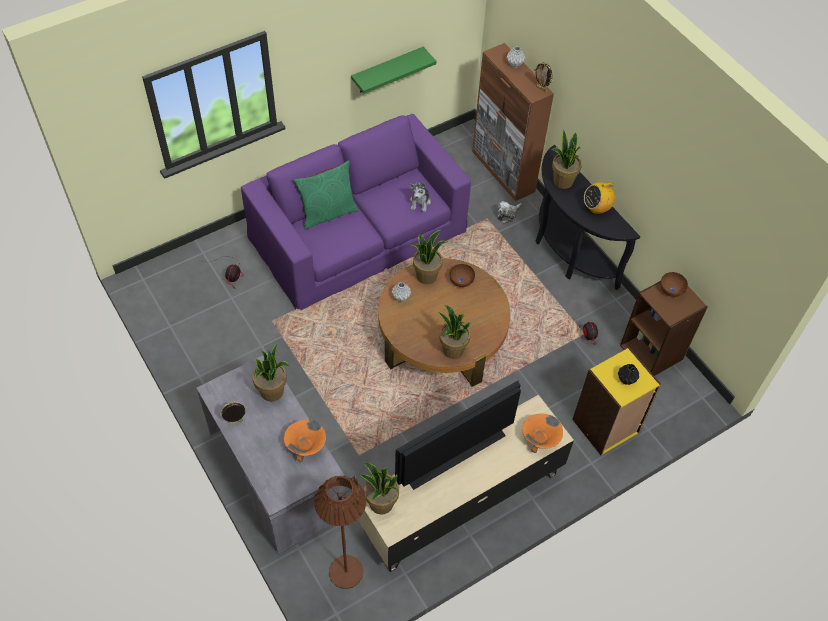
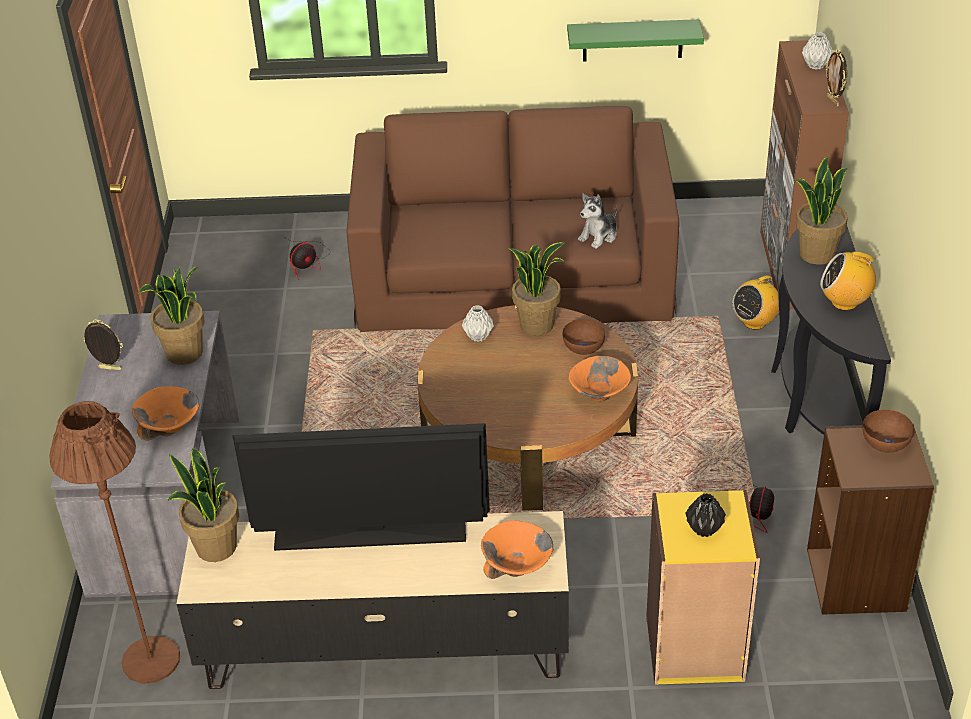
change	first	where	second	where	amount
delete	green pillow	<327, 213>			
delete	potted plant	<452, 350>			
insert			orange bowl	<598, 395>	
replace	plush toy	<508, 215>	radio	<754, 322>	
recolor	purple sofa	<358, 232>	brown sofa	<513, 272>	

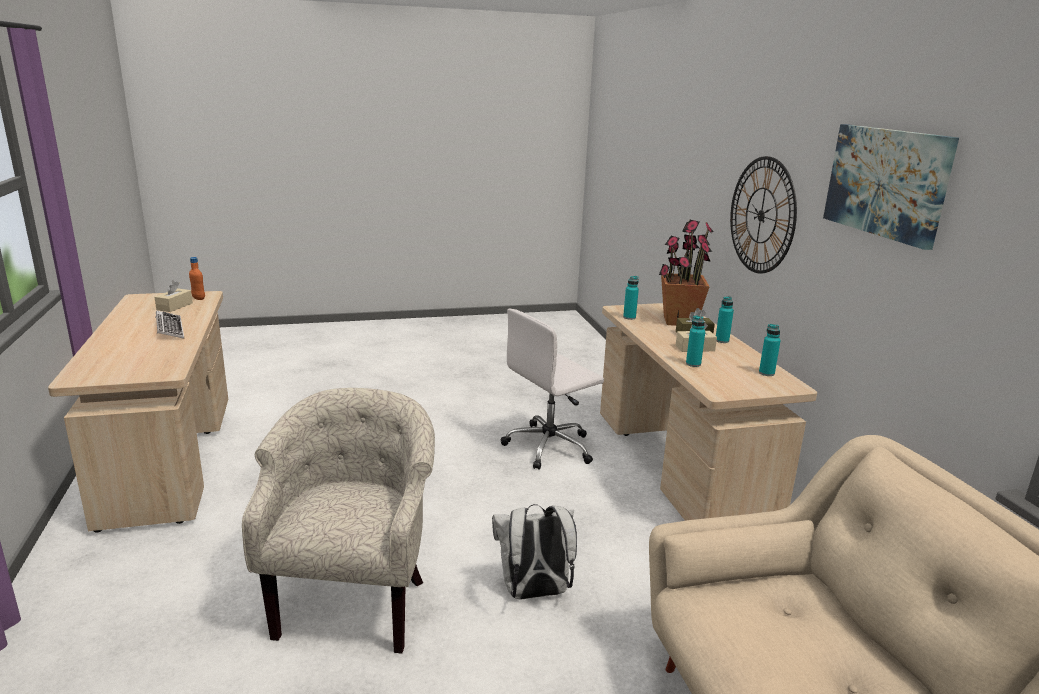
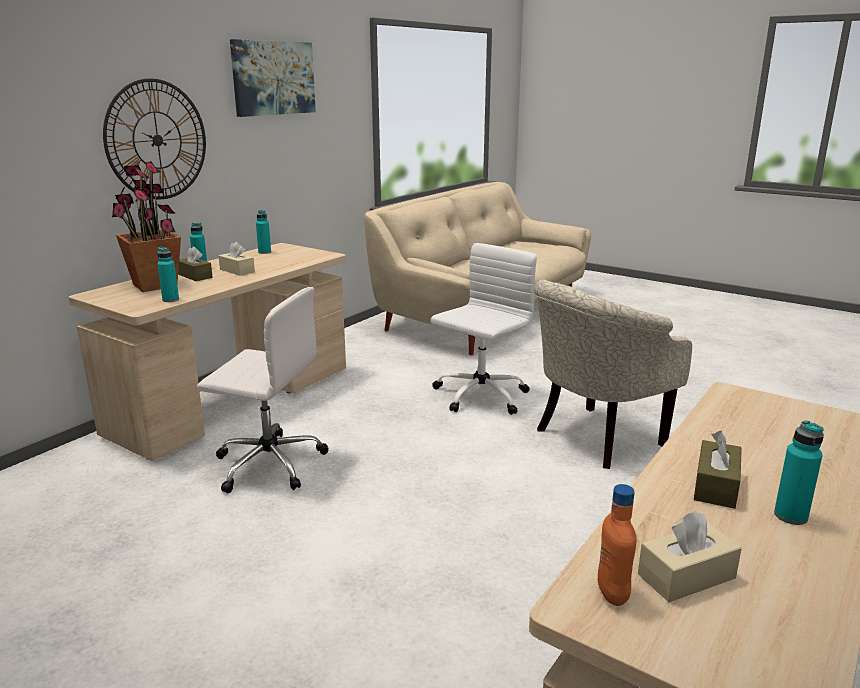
change	first	where	second	where	amount
move	turquoise bottle	<693, 364>		<790, 516>	
replace	keyboard	<169, 329>	brown tissue box	<715, 486>	
replace	white backpack	<534, 593>	white office chair	<479, 396>	

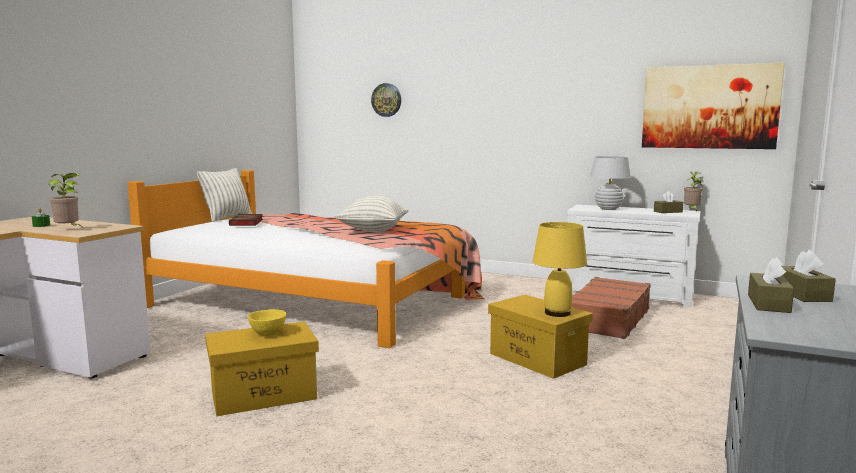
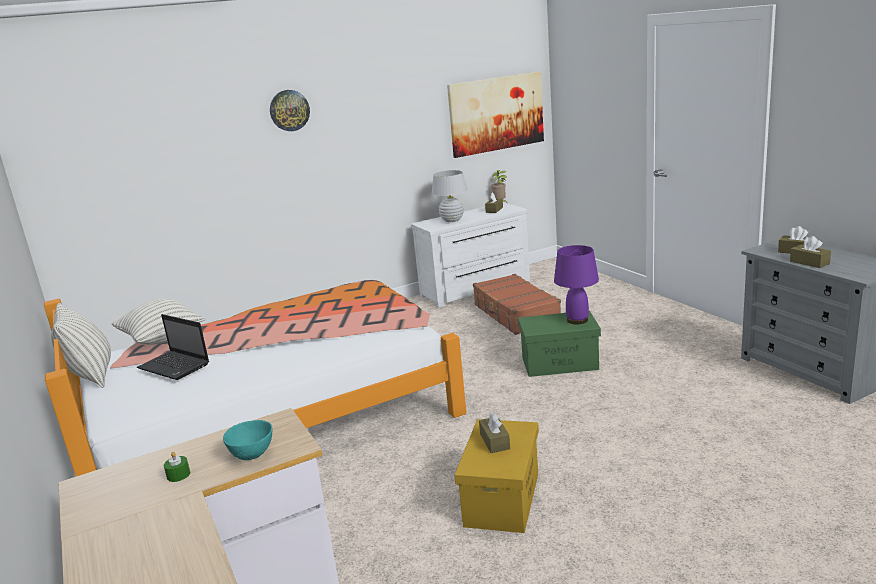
change	first	where	second	where	amount
move	pillow	<373, 231>		<162, 339>	
move	wall clock	<386, 100>		<289, 110>	
replace	potted plant	<69, 230>	turquoise bowl	<253, 454>	
replace	book	<246, 223>	laptop	<175, 366>	
replace	yellow bowl	<268, 333>	brown tissue box	<494, 441>	
recolor	yellow storage box	<538, 359>	green storage box	<560, 363>	
recolor	yellow table lamp	<557, 313>	purple table lamp	<577, 320>	

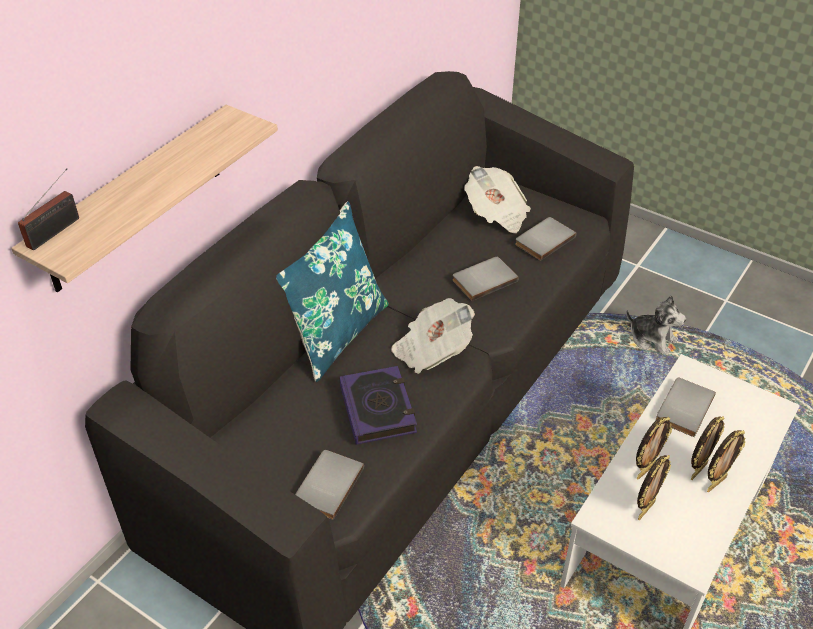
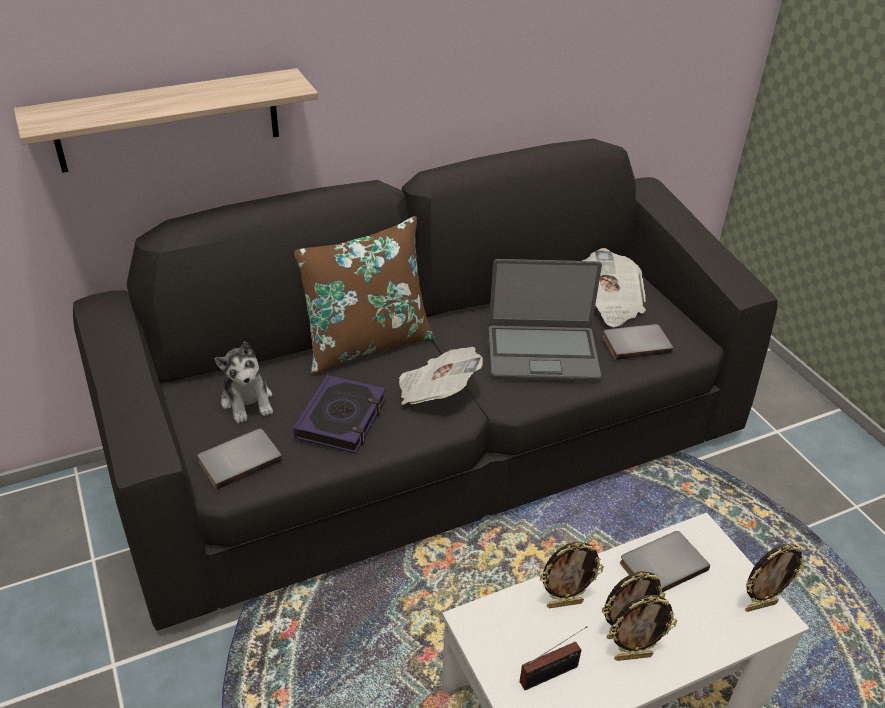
change	first	where	second	where	amount
move	radio	<56, 231>		<552, 673>	
move	plush toy	<652, 339>		<248, 401>	
move	picture frame	<645, 509>		<760, 605>	
replace	grey book	<483, 279>	laptop	<542, 353>	
recolor	blue pillow	<335, 333>	brown pillow	<366, 344>	

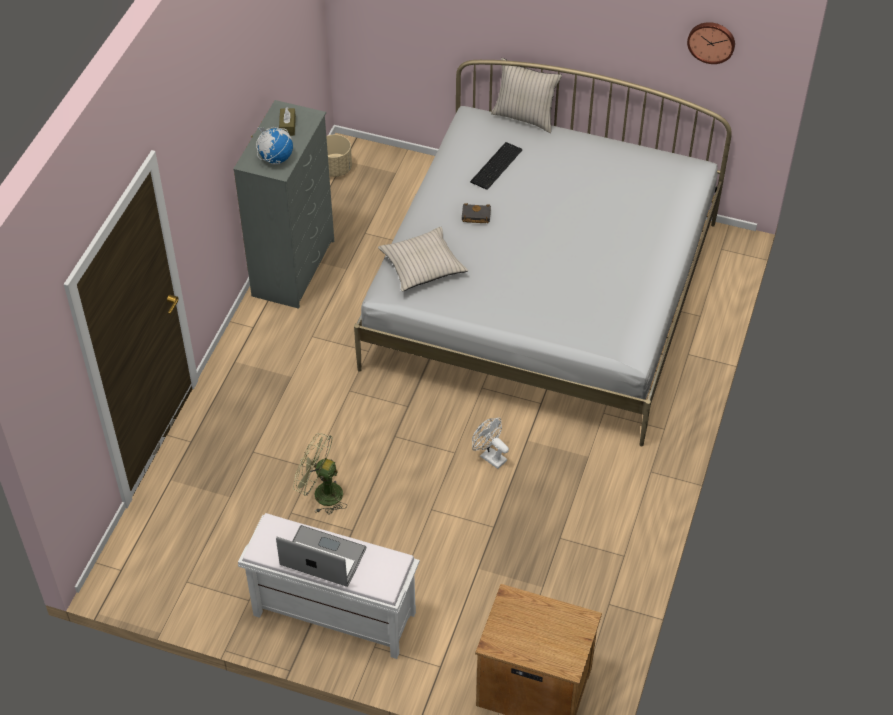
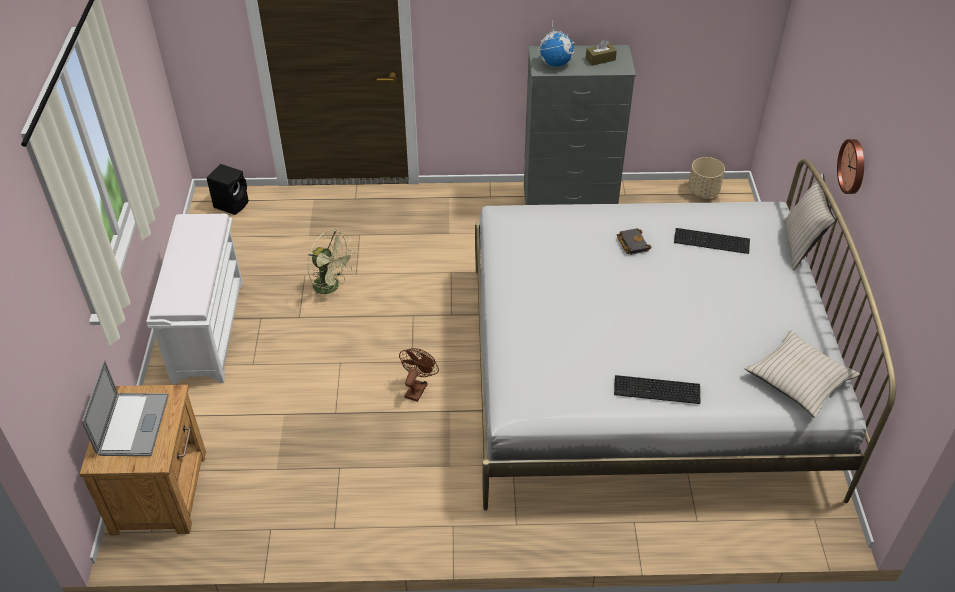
change	first	where	second	where	amount
insert			black speaker	<232, 204>	
insert			keyboard	<658, 391>	
move	laptop	<323, 557>		<133, 424>	
move	beige pillow	<422, 265>		<799, 379>	
move	wall clock	<711, 41>		<853, 166>	
recolor	white fan	<489, 456>	brown fan	<417, 388>	
rotate	green fan	<321, 493>		<331, 287>	120 degrees clockwise

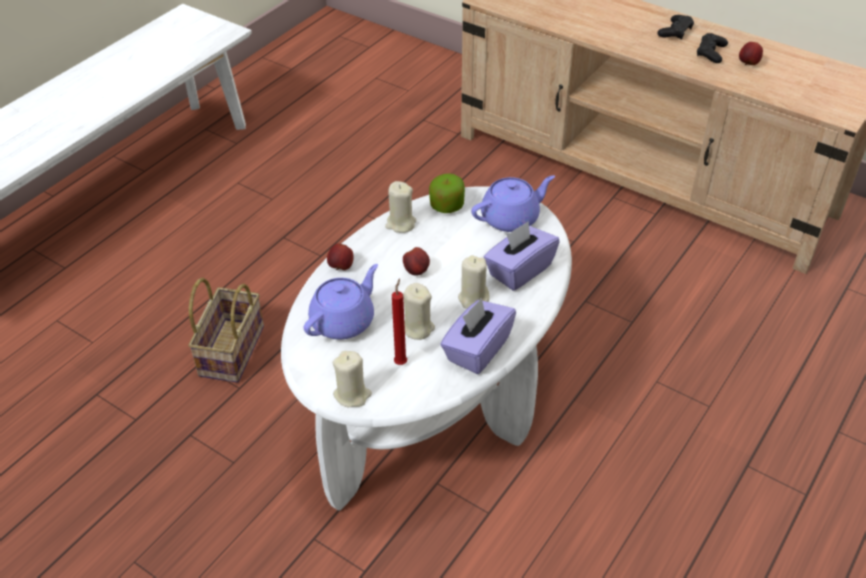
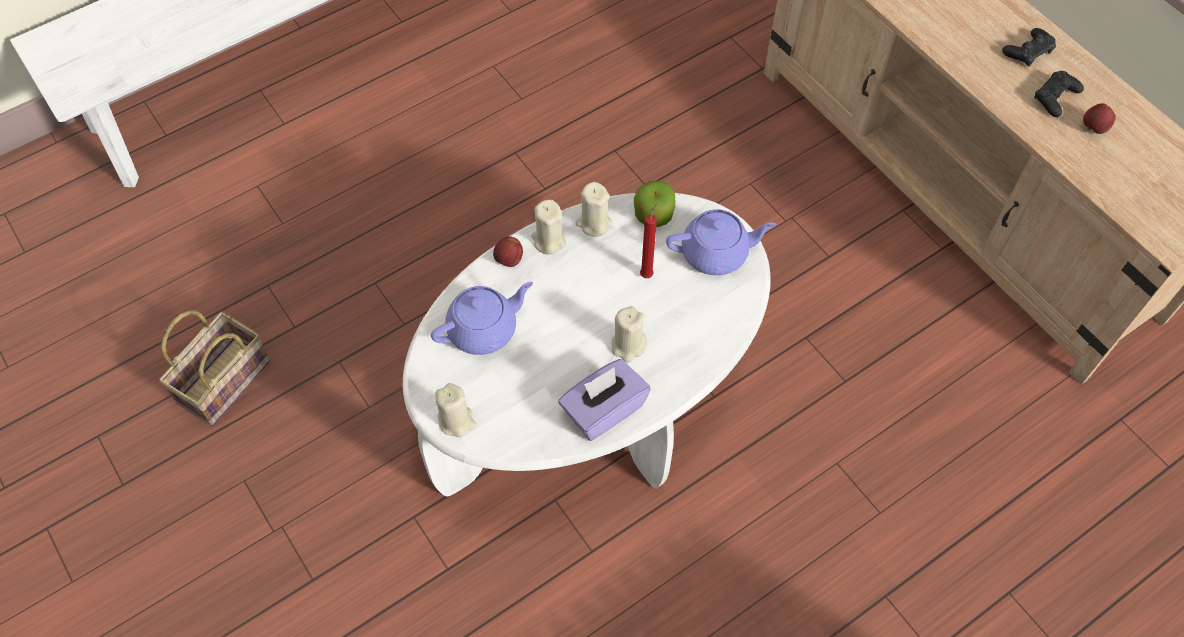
change	first	where	second	where	amount
delete	apple	<417, 271>			
delete	purple tissue box	<519, 270>			
move	basket	<231, 349>		<224, 379>	
move	red candle	<401, 362>		<647, 274>	
move	beige candle	<417, 328>		<548, 240>	

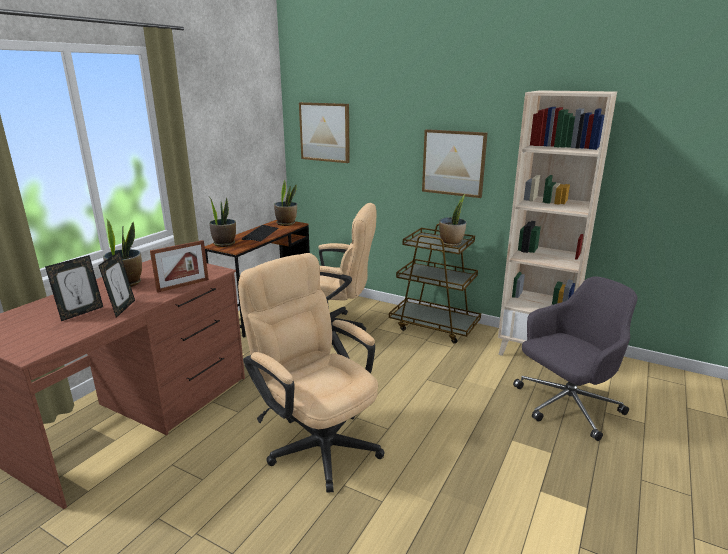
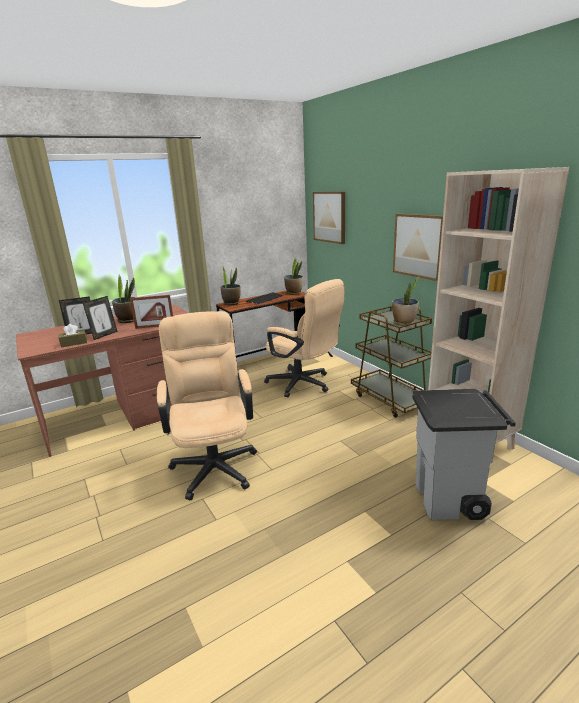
change	first	where	second	where	amount
insert			brown tissue box	<74, 343>	
replace	grey office chair	<566, 406>	grey trash can	<449, 500>	

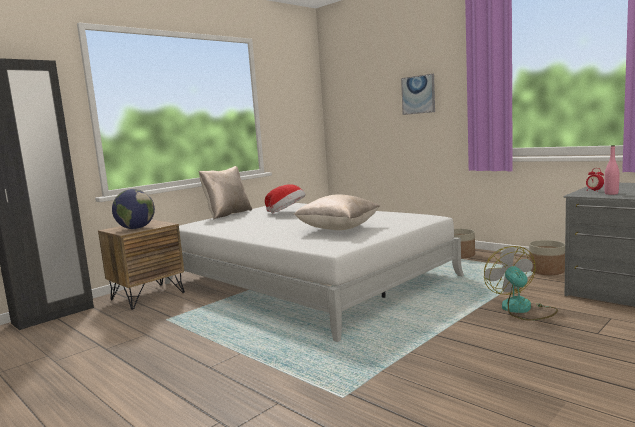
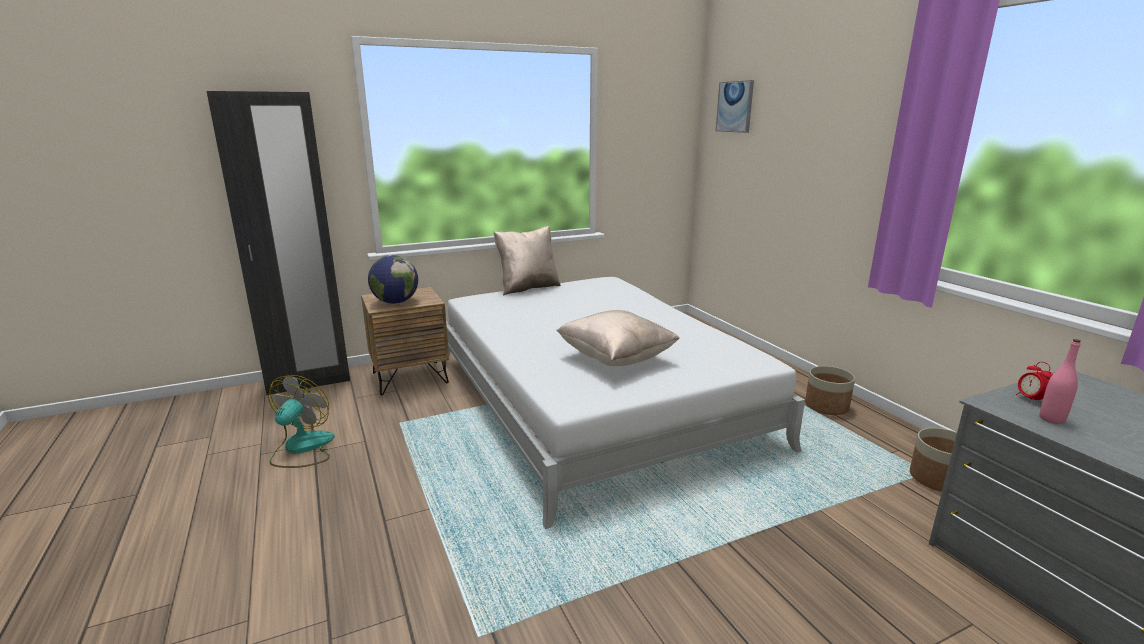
change	first	where	second	where	amount
delete	hat	<287, 212>			
move	picture	<418, 94>		<735, 106>	
move	fan	<522, 309>		<302, 449>	

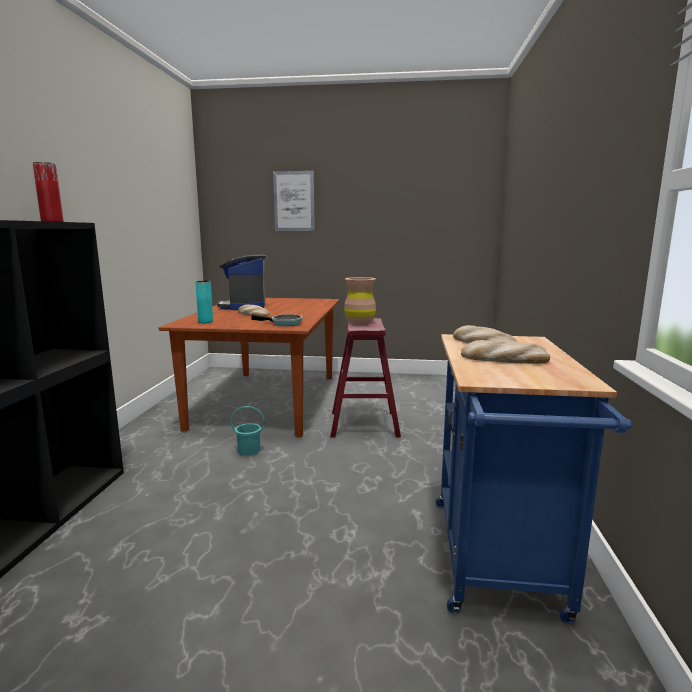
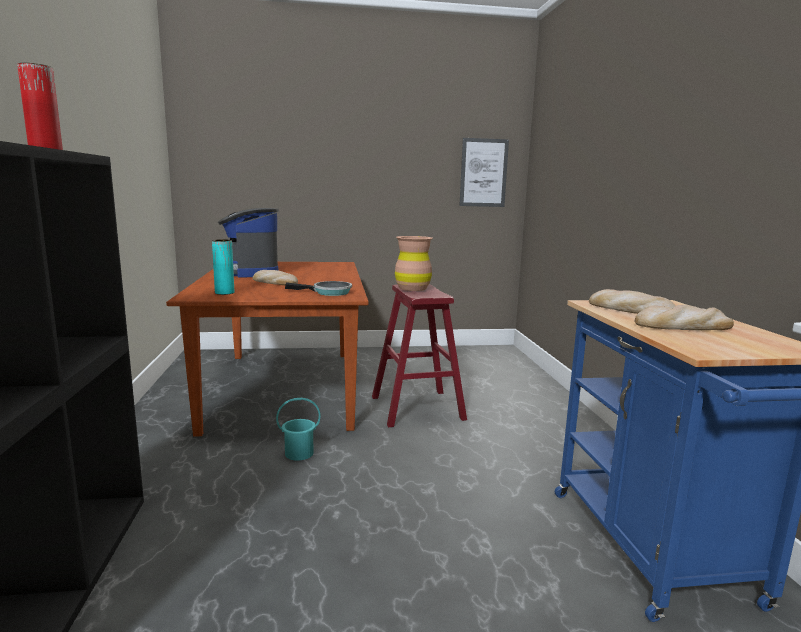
change	first	where	second	where	amount
move	picture	<294, 201>		<483, 173>	

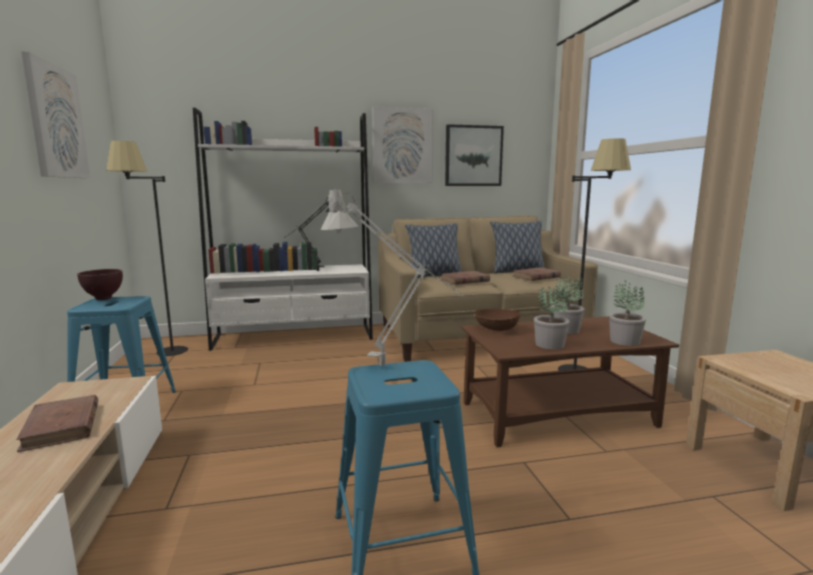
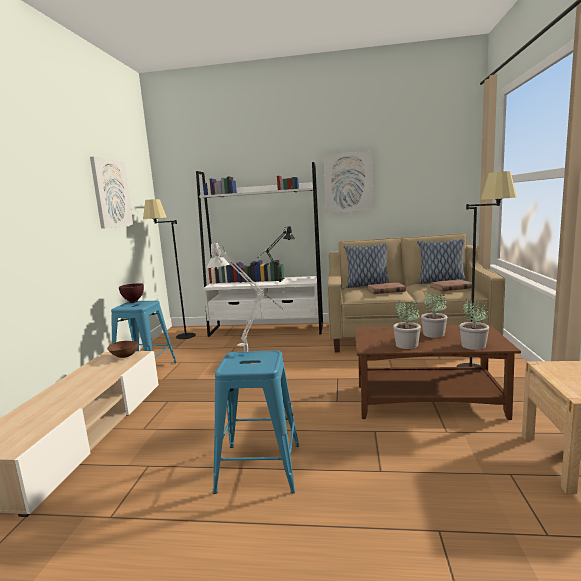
change	first	where	second	where	amount
delete	brown book	<62, 426>			
delete	picture	<473, 156>			
move	brown bowl	<496, 330>		<124, 356>	

